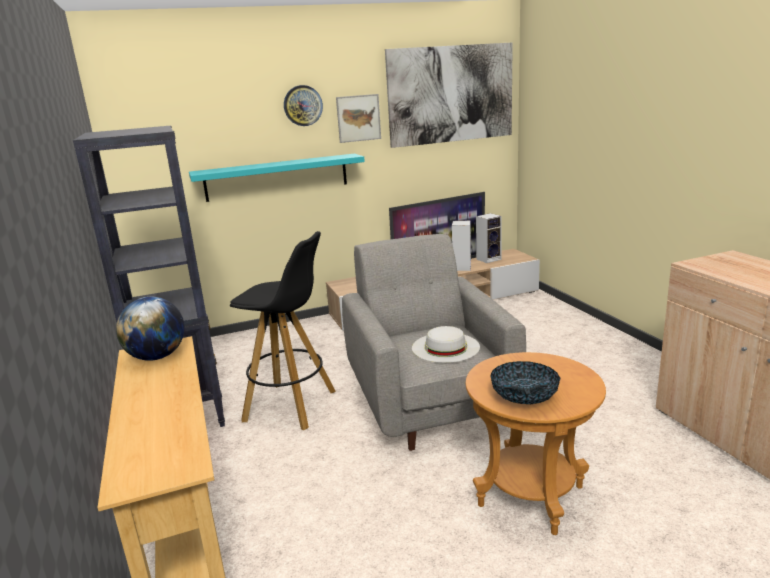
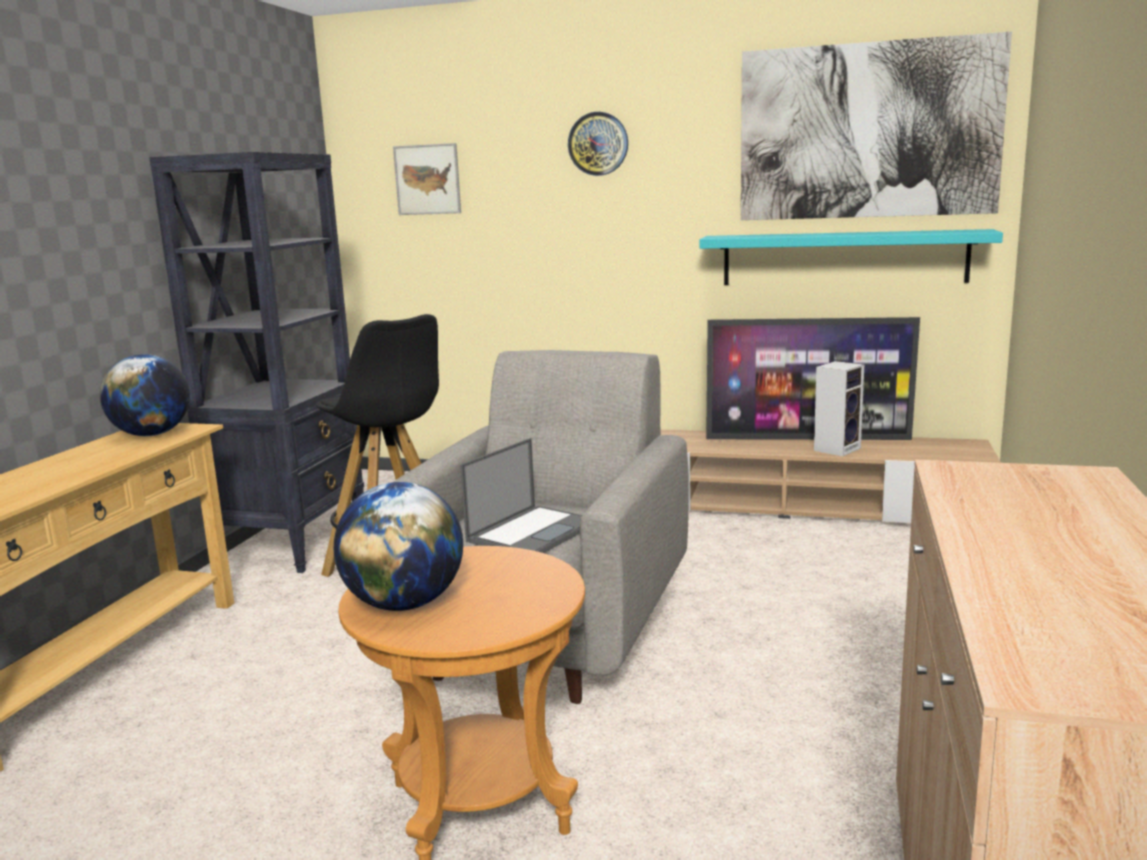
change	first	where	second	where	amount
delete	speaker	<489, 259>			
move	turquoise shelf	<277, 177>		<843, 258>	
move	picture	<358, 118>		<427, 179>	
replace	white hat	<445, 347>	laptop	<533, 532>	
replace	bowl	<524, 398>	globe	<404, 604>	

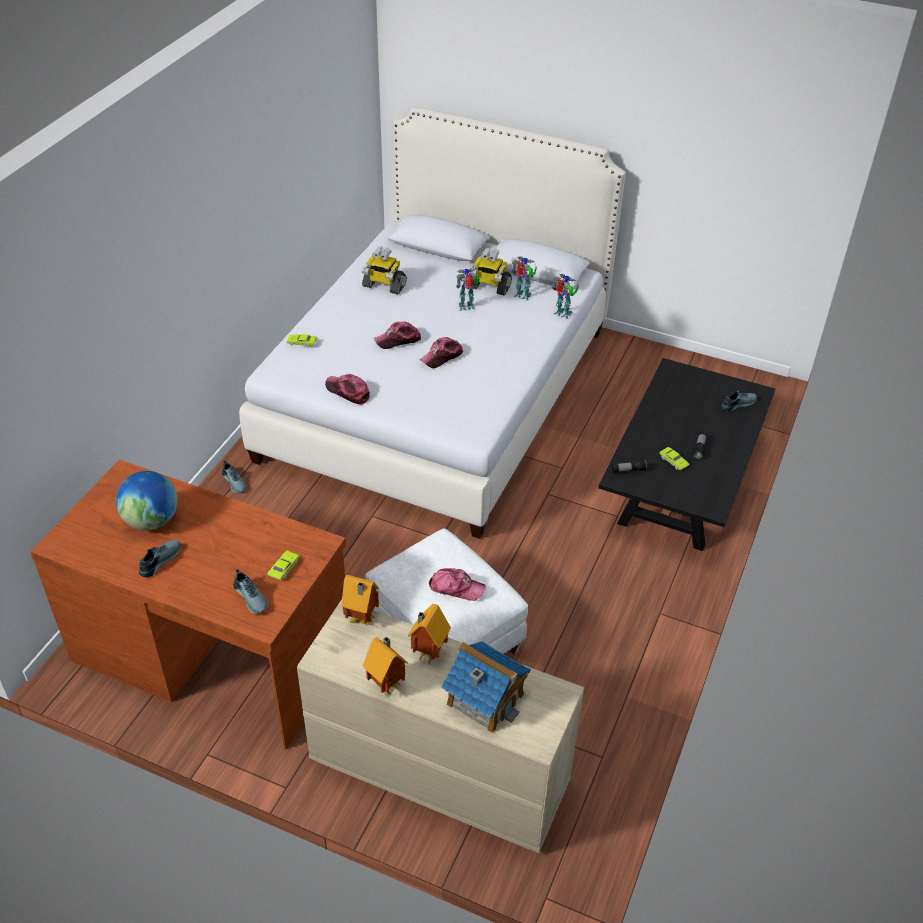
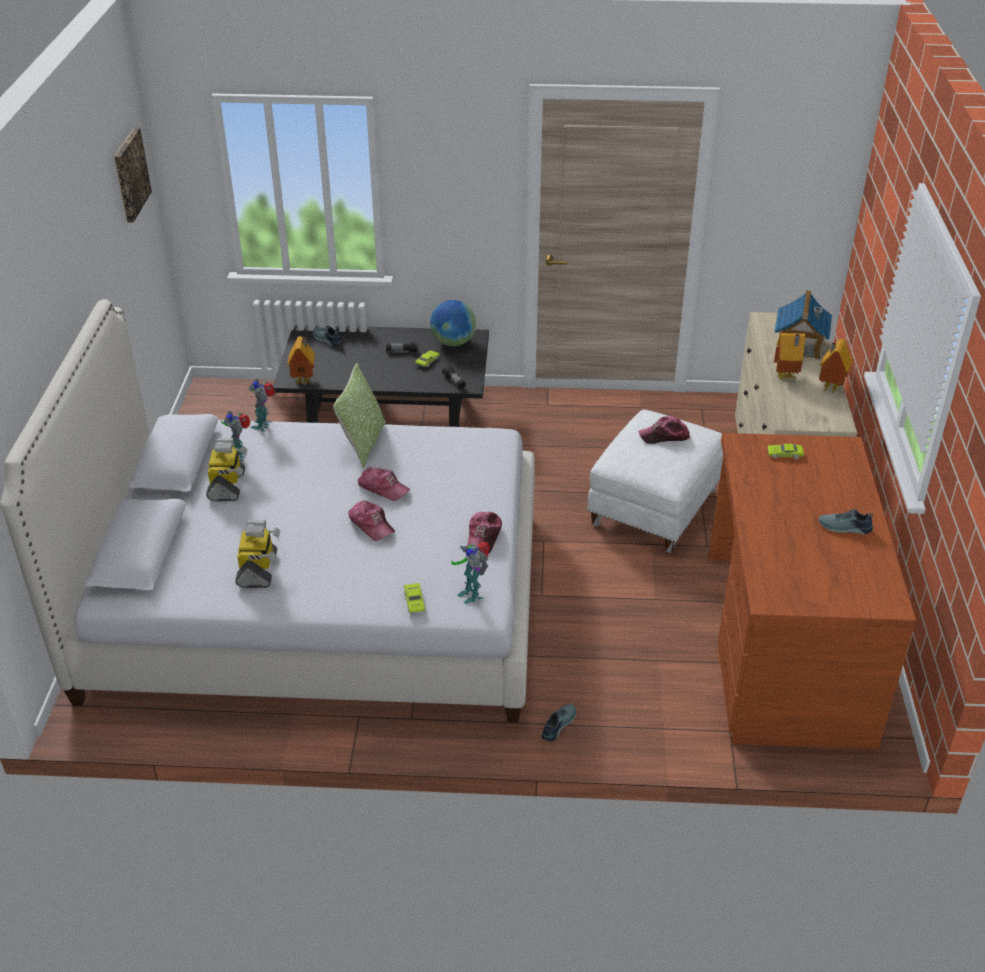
change	first	where	second	where	amount
delete	shoe	<252, 597>			
insert			picture	<130, 174>	
insert			pillow	<363, 443>	
move	globe	<152, 520>		<453, 342>	
move	toy house	<361, 620>		<304, 380>	
move	toy robot	<467, 307>		<472, 593>	
rotate	cap	<456, 588>		<664, 436>	90 degrees counterclockwise

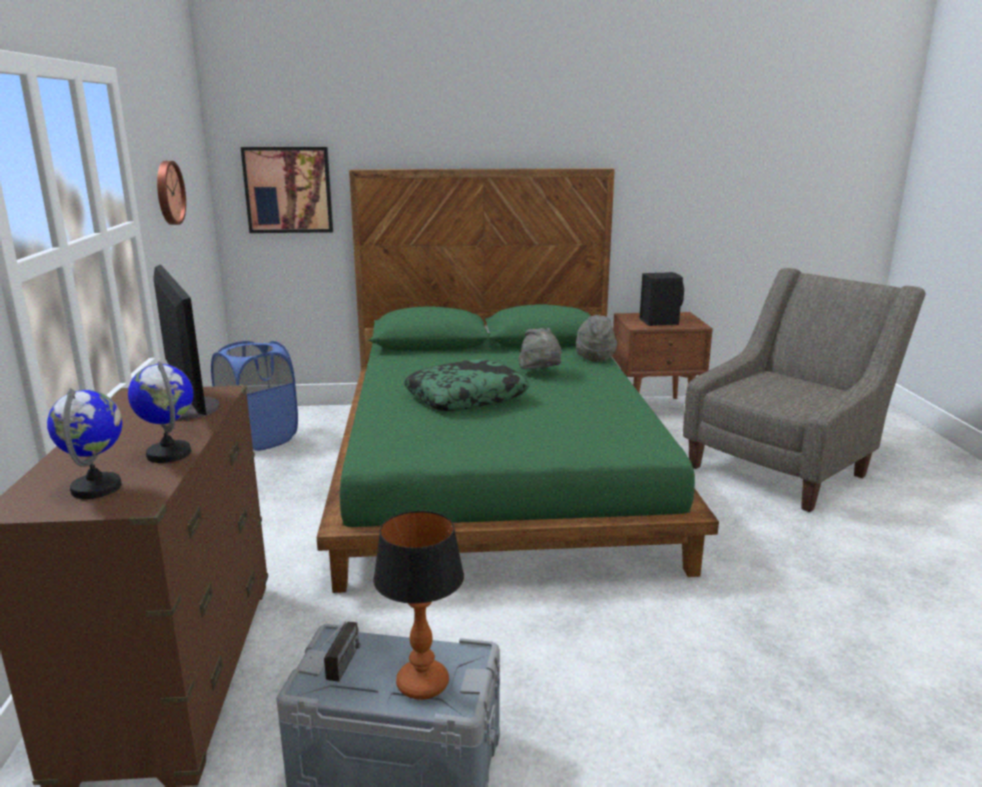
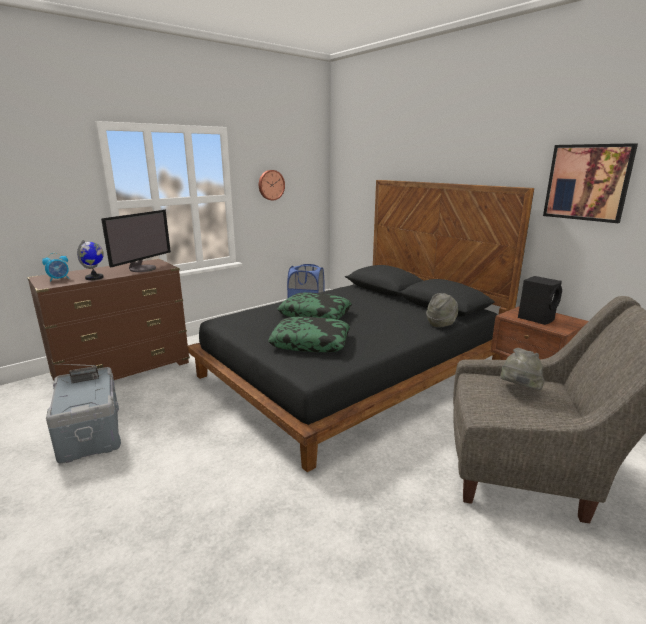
change	first	where	second	where	amount
delete	table lamp	<423, 684>			
insert			pillow	<311, 342>	
move	picture	<288, 190>		<587, 182>	
move	grey hat	<541, 373>		<518, 390>	
replace	globe	<97, 488>	alarm clock	<59, 279>	
recolor	green bed	<498, 472>	black bed	<352, 372>	

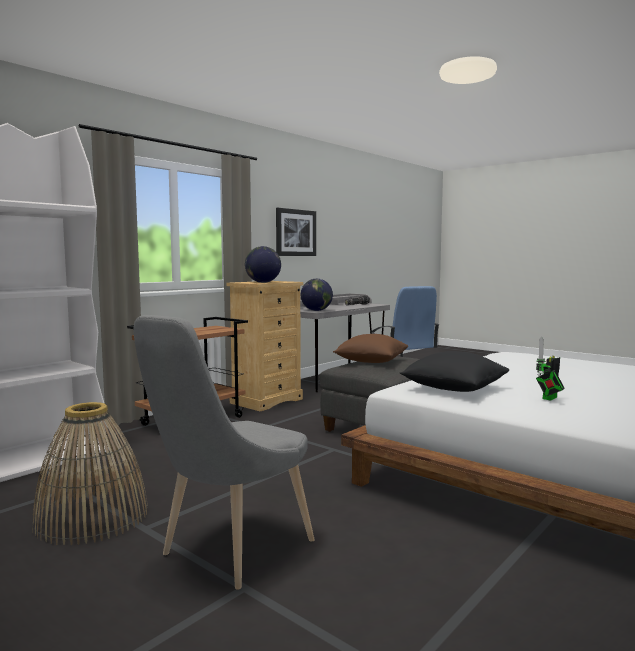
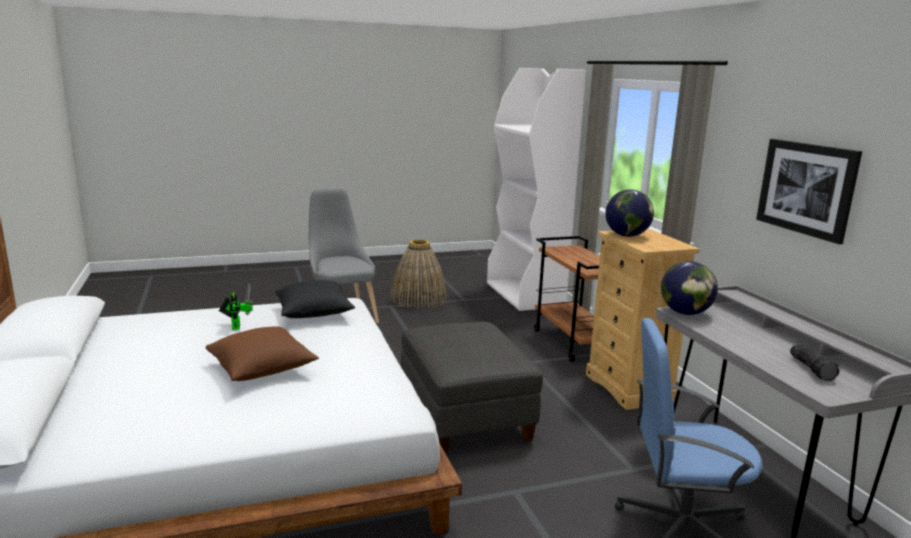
change	first	where	second	where	amount
move	brown pillow	<371, 361>		<262, 370>	

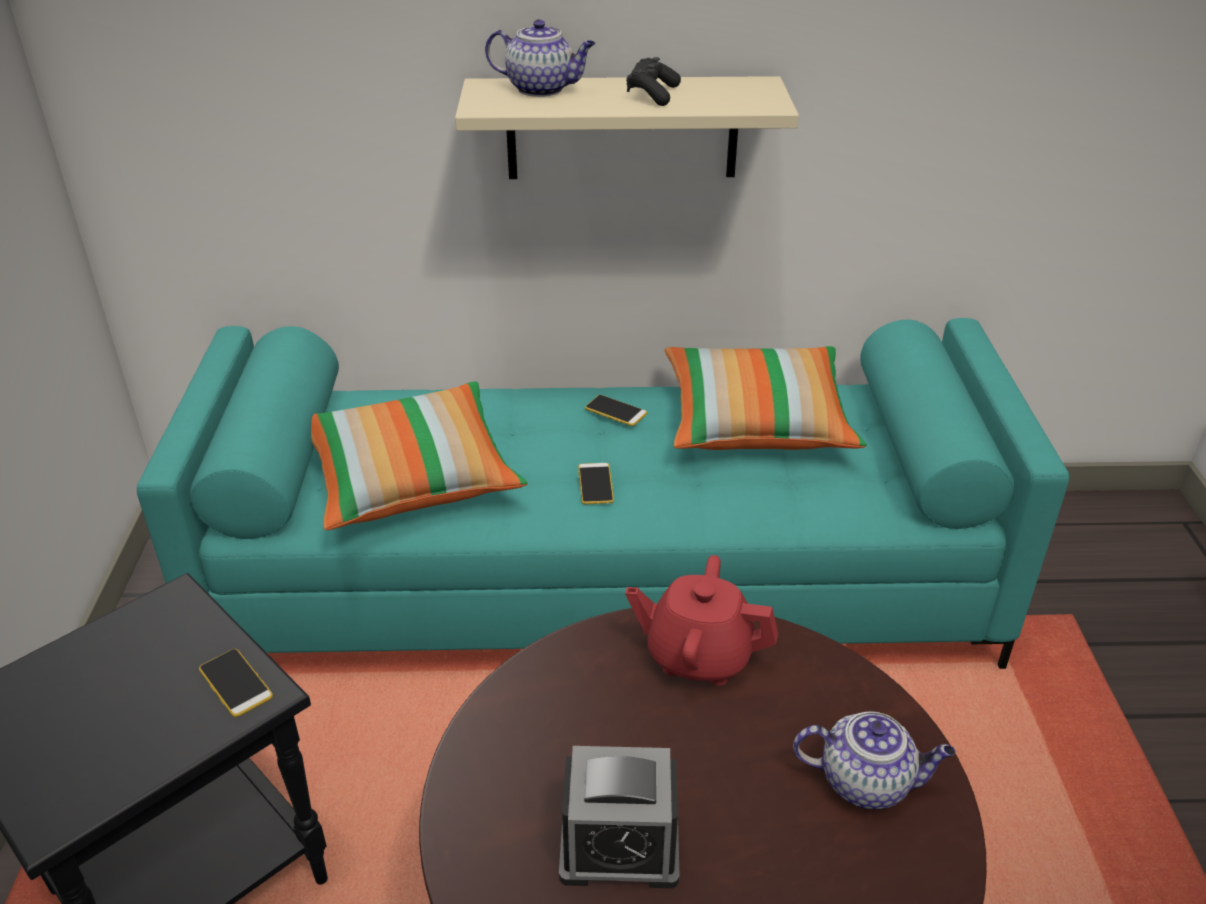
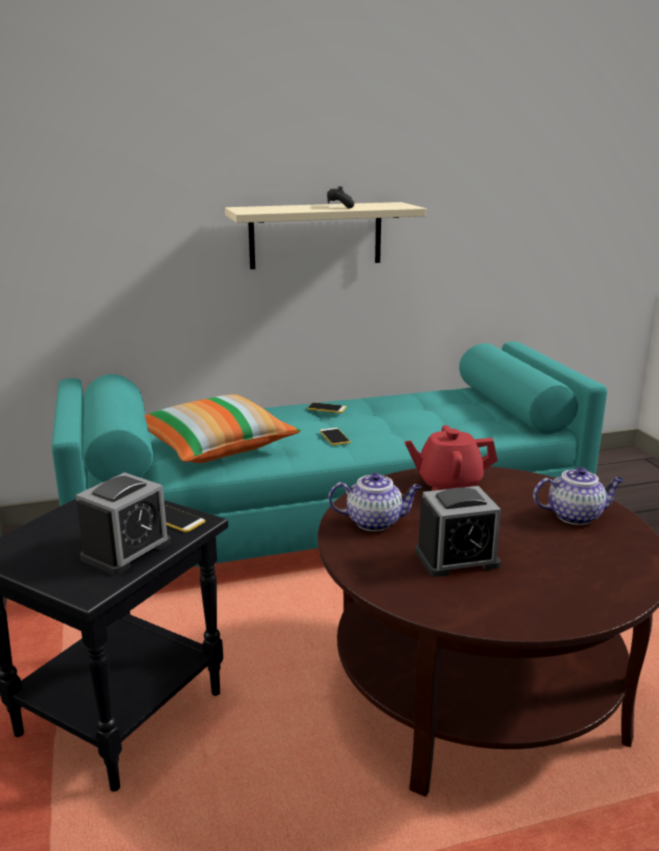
change	first	where	second	where	amount
delete	pillow	<757, 422>			
insert			alarm clock	<126, 550>	
move	teapot	<542, 89>		<375, 522>	

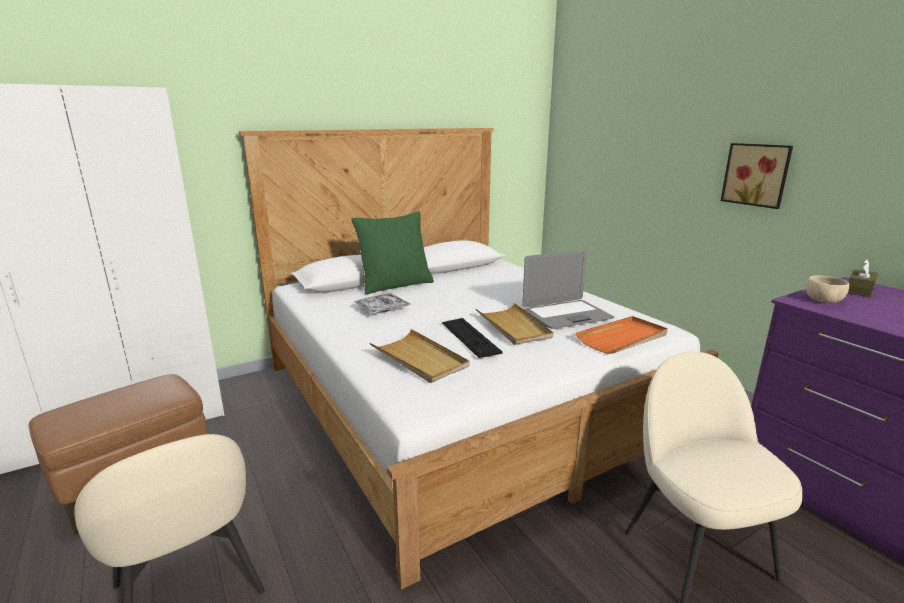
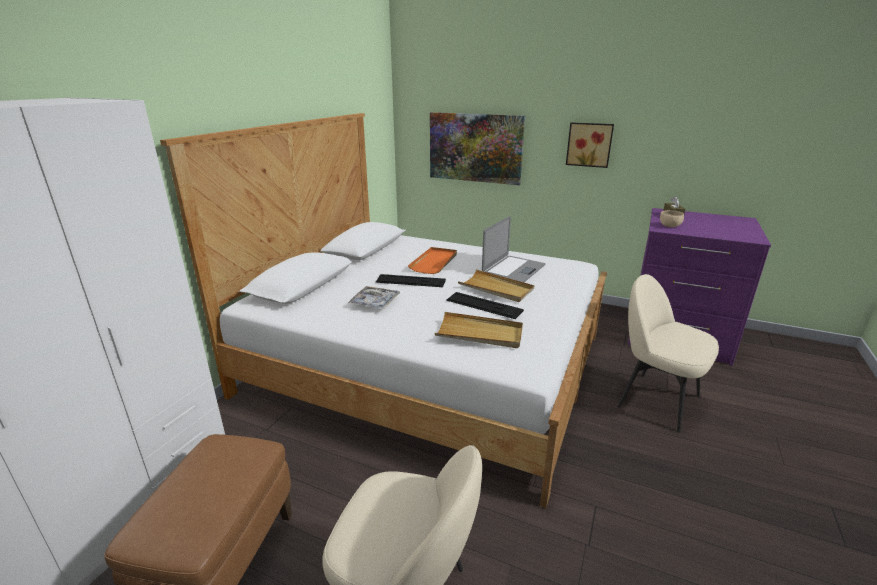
change	first	where	second	where	amount
delete	green pillow	<395, 285>			
insert			keyboard	<410, 281>	
insert			picture	<475, 148>	
move	orange tray	<623, 338>		<434, 262>	

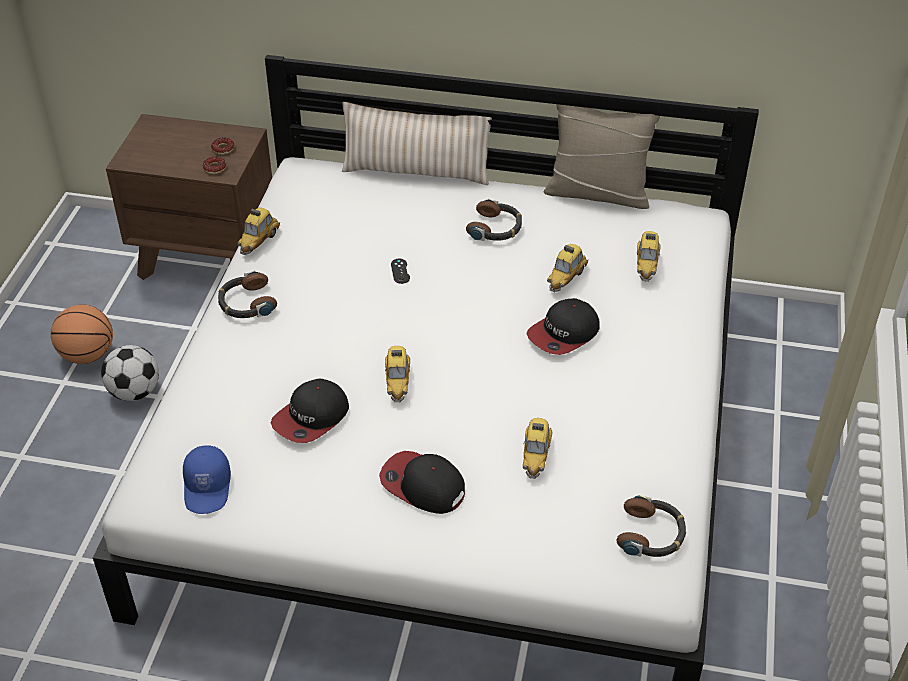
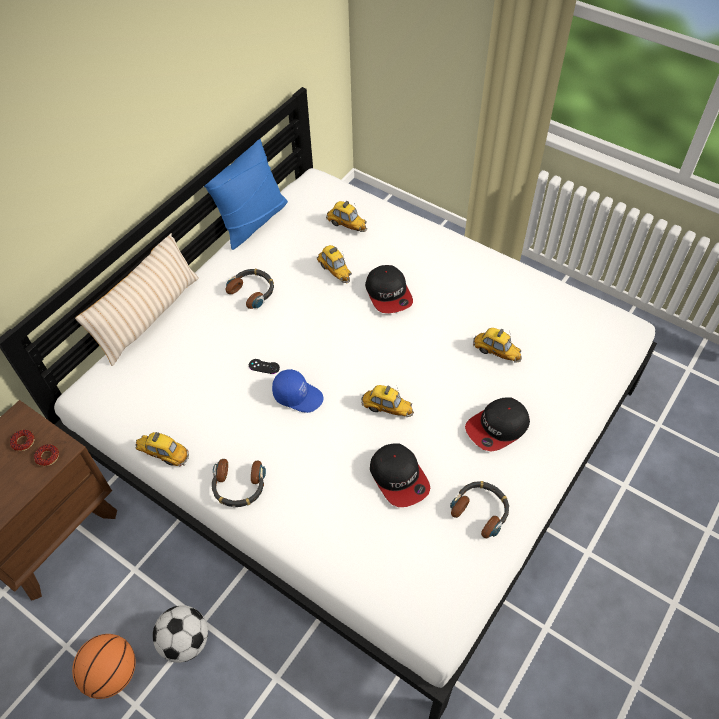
change	first	where	second	where	amount
move	blue cap	<208, 488>		<298, 395>	
move	headphones	<651, 534>		<481, 510>	
recolor	beige pillow	<597, 193>	blue pillow	<252, 221>	
rotate	toy car	<259, 241>		<163, 454>	150 degrees clockwise

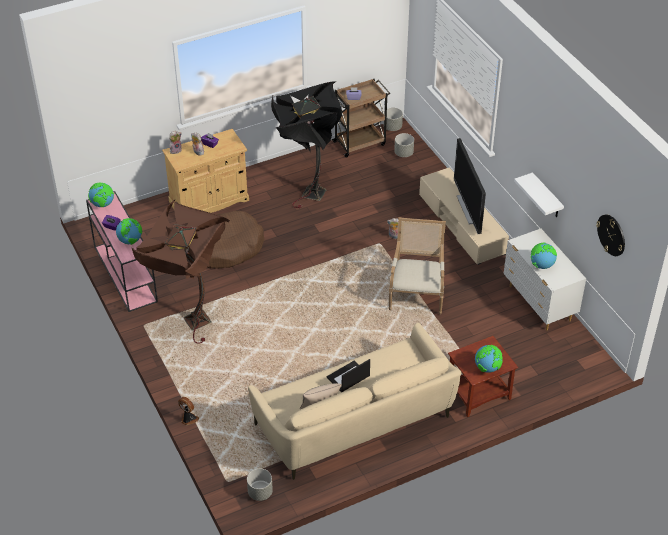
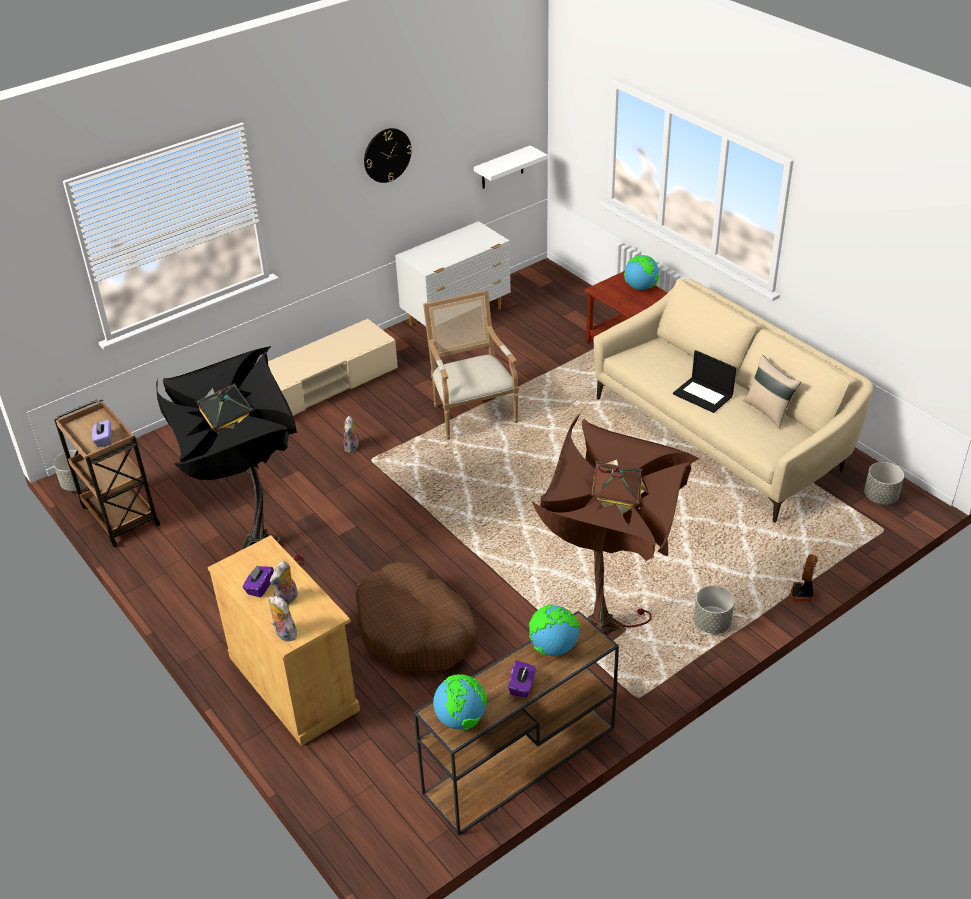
change	first	where	second	where	amount
delete	television	<469, 209>			
delete	globe	<541, 265>			
move	grey planter	<403, 153>		<712, 624>	
move	white shelf	<547, 196>		<502, 168>	
move	wall clock	<611, 235>		<387, 155>	
recolor	pink console table	<124, 273>	brown console table	<518, 762>	
rotate	armchair	<416, 295>		<471, 412>	75 degrees clockwise

